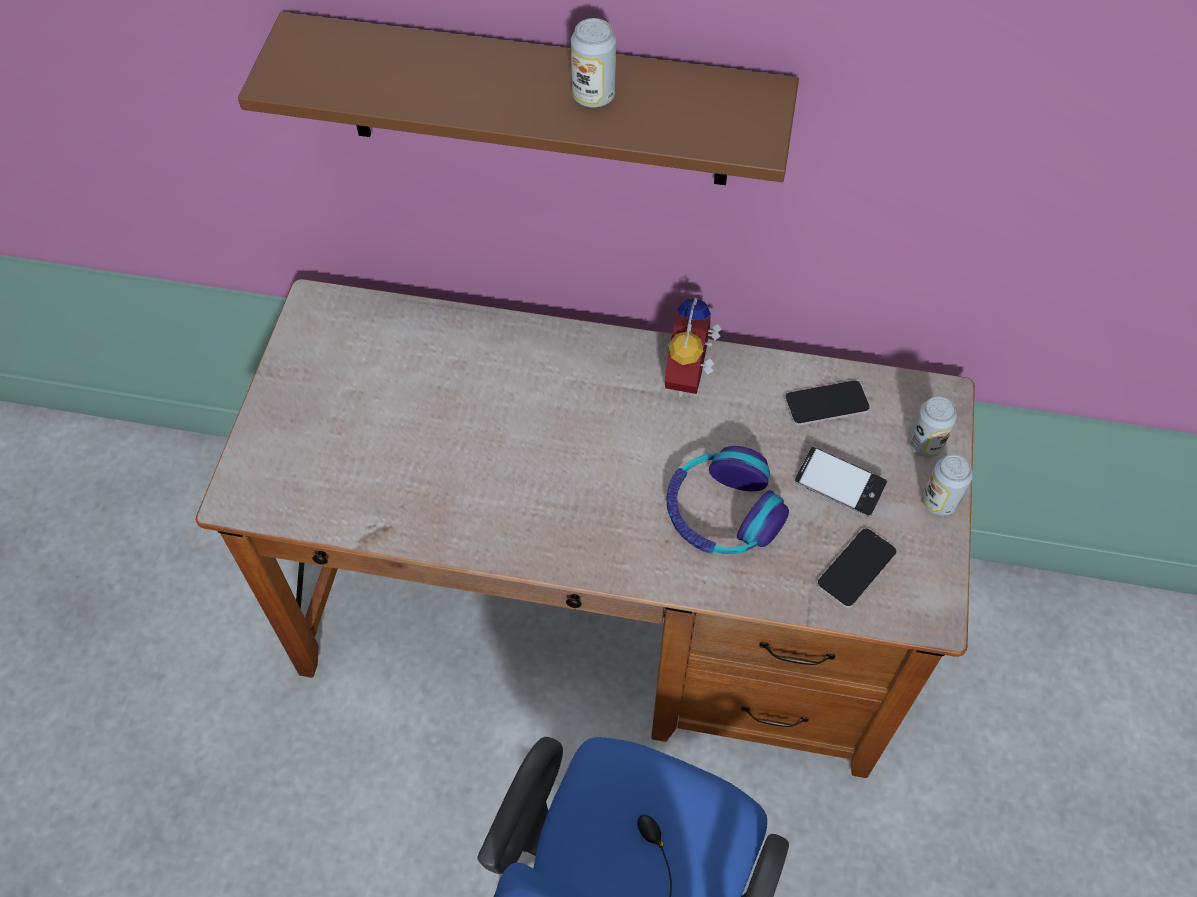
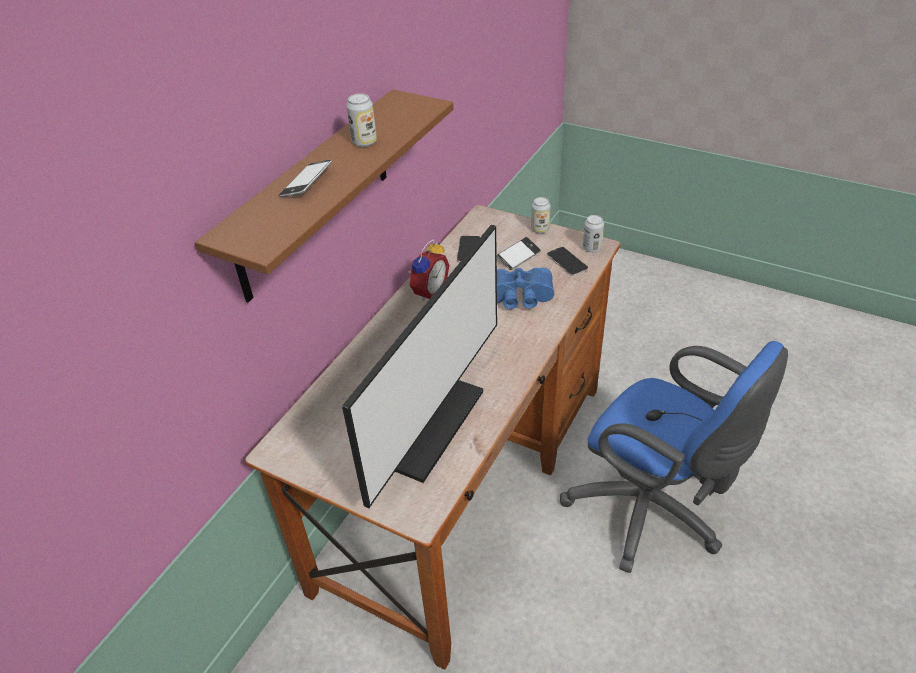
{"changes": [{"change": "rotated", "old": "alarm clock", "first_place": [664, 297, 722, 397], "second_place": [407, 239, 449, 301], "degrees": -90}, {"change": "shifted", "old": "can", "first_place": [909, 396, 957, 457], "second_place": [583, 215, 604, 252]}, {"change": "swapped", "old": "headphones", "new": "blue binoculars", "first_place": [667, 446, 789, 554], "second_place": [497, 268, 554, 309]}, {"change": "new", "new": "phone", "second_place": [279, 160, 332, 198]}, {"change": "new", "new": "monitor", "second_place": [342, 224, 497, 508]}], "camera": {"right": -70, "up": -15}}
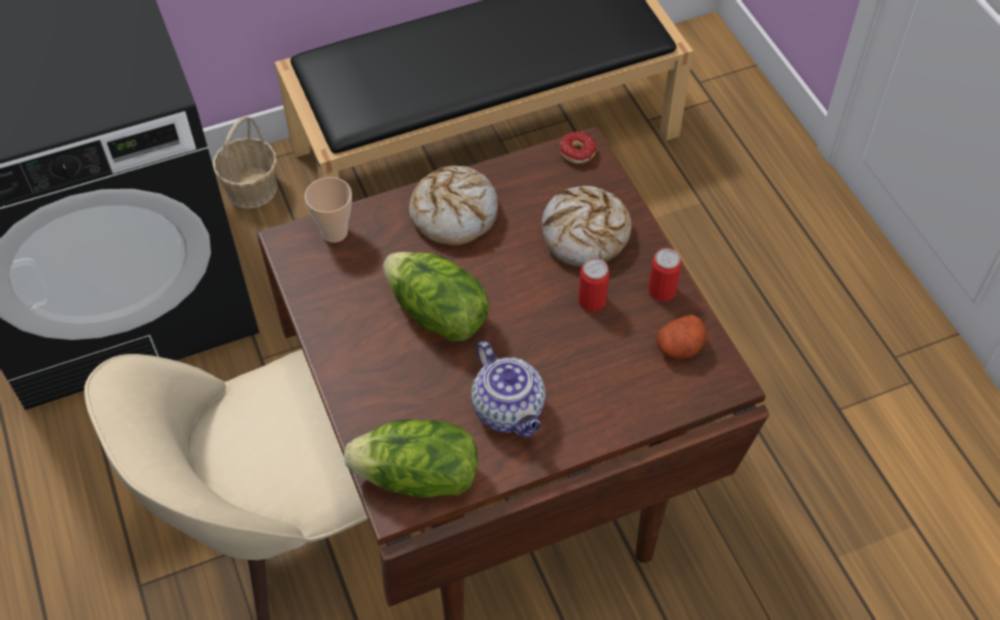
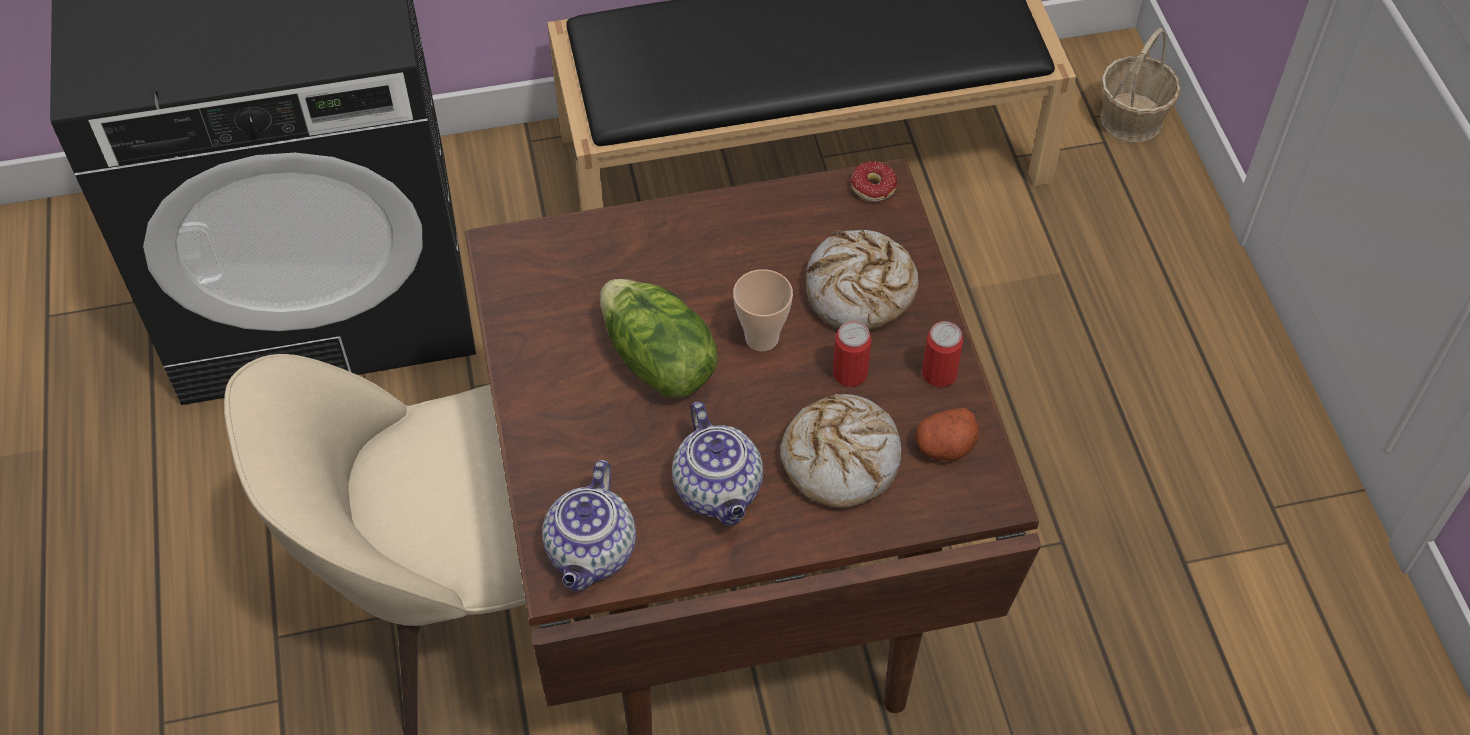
{"changes": [{"change": "shifted", "old": "basket", "first_place": [212, 116, 277, 209], "second_place": [1100, 28, 1181, 142]}, {"change": "shifted", "old": "bread", "first_place": [409, 166, 498, 245], "second_place": [780, 394, 901, 508]}, {"change": "shifted", "old": "cup", "first_place": [304, 177, 352, 243], "second_place": [733, 269, 793, 351]}, {"change": "swapped", "old": "lettuce", "new": "teapot", "first_place": [344, 419, 478, 498], "second_place": [542, 460, 636, 591]}], "camera": {"right": 10, "up": 0}}
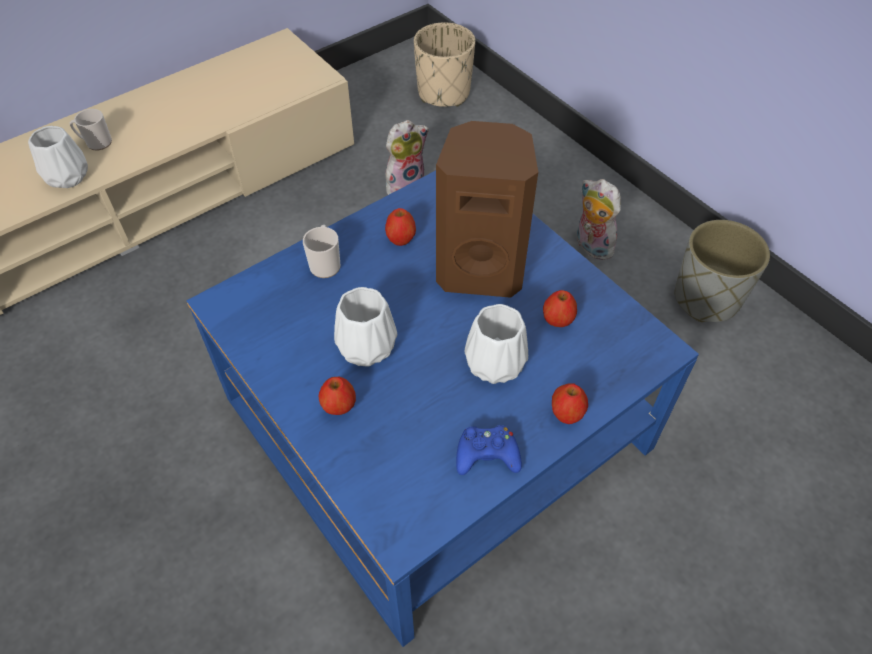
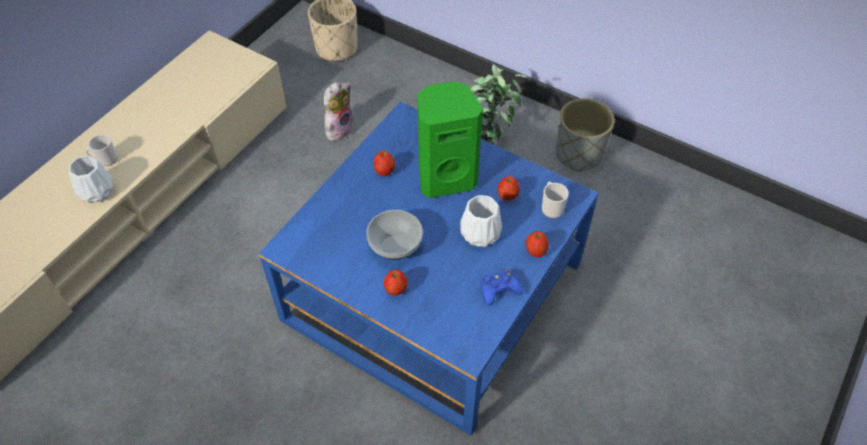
{"changes": [{"change": "repainted", "old": "brown speaker", "new": "green speaker", "first_place": [436, 121, 538, 298], "second_place": [417, 81, 483, 198]}, {"change": "swapped", "old": "plush toy", "new": "potted plant", "first_place": [576, 179, 621, 260], "second_place": [470, 64, 527, 144]}, {"change": "shifted", "old": "mug", "first_place": [303, 225, 341, 278], "second_place": [542, 182, 569, 218]}, {"change": "swapped", "old": "white vase", "new": "bowl", "first_place": [334, 287, 397, 367], "second_place": [366, 210, 423, 260]}], "camera": {"right": -20, "up": 0}}
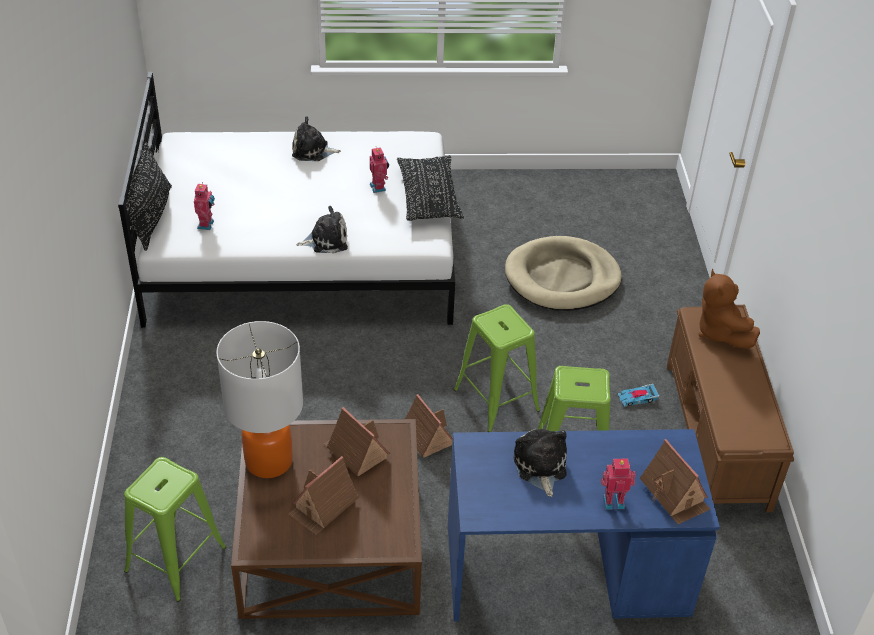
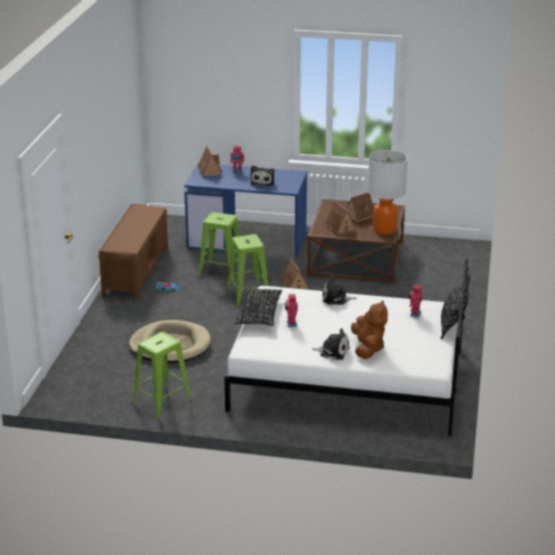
{"changes": [{"change": "shifted", "old": "brown plush toy", "first_place": [698, 269, 760, 349], "second_place": [351, 300, 388, 359]}, {"change": "shifted", "old": "green stool", "first_place": [124, 457, 226, 602], "second_place": [132, 332, 193, 420]}], "camera": {"right": -165, "up": -15}}
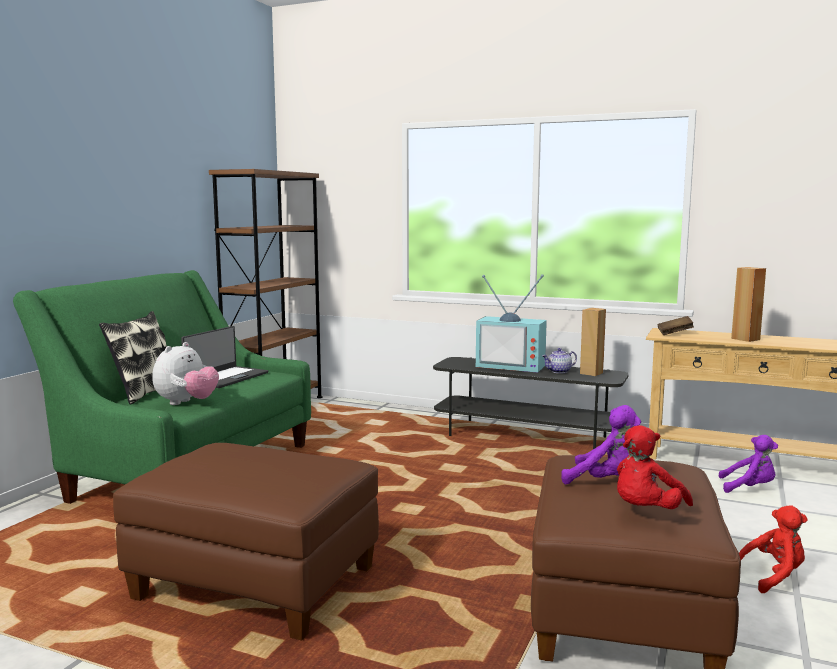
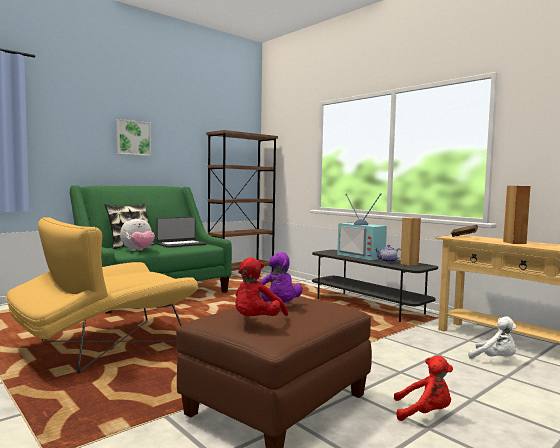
{"changes": [{"change": "rotated", "old": "red plush toy", "first_place": [617, 425, 693, 509], "second_place": [236, 258, 288, 316], "degrees": -45}, {"change": "repainted", "old": "purple plush toy", "new": "white plush toy", "first_place": [718, 435, 778, 493], "second_place": [468, 316, 517, 359]}, {"change": "swapped", "old": "brown ottoman", "new": "yellow armchair", "first_place": [113, 443, 379, 641], "second_place": [6, 217, 199, 373]}, {"change": "new", "new": "picture", "second_place": [117, 119, 151, 156]}], "camera": {"right": 25, "up": -5}}
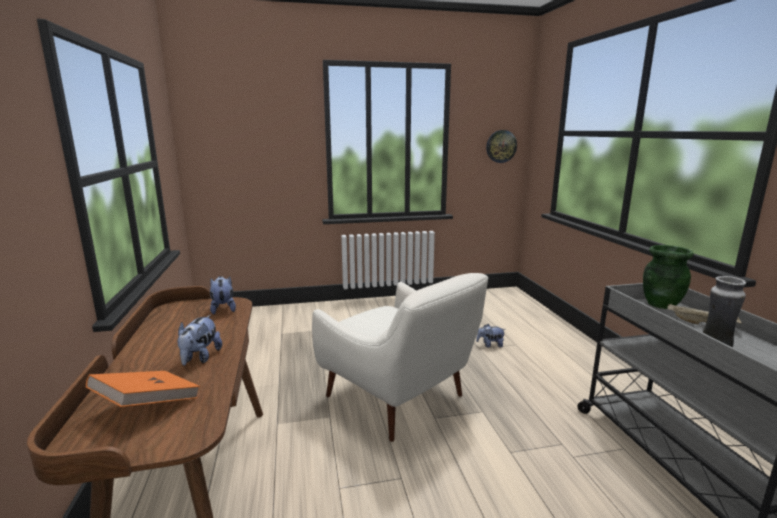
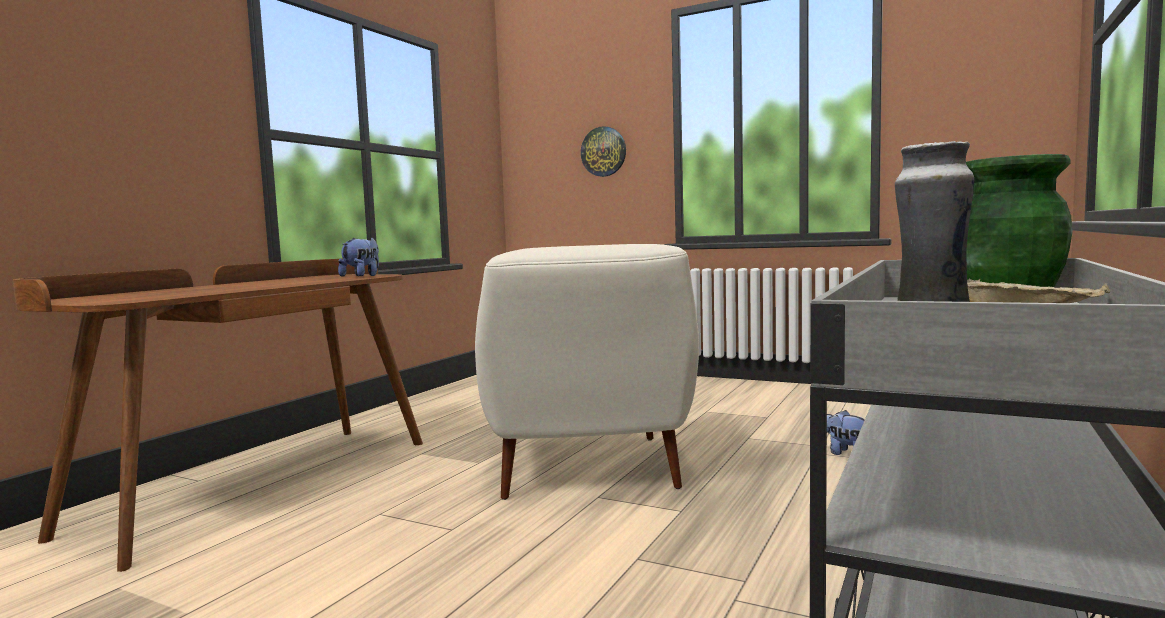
{"changes": [{"change": "shifted", "old": "wall clock", "first_place": [486, 130, 517, 163], "second_place": [581, 126, 626, 177]}, {"change": "gone", "old": "plush toy", "first_place": [177, 315, 222, 366]}, {"change": "gone", "old": "orange book", "first_place": [86, 371, 200, 407]}], "camera": {"right": 40, "up": -10}}
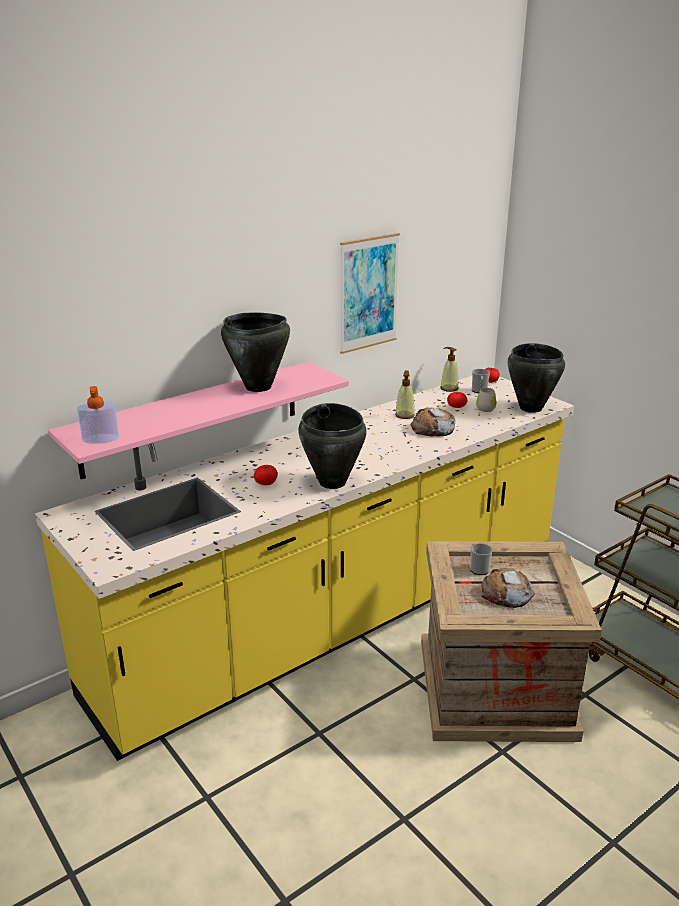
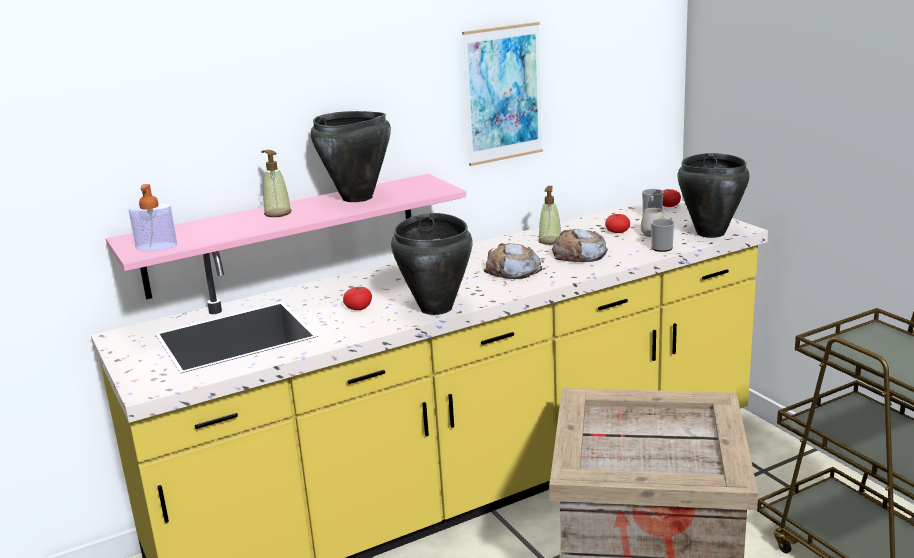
{"changes": [{"change": "shifted", "old": "soap dispenser", "first_place": [441, 347, 459, 392], "second_place": [261, 150, 291, 217]}, {"change": "shifted", "old": "mug", "first_place": [470, 543, 493, 575], "second_place": [651, 219, 675, 252]}, {"change": "shifted", "old": "bread", "first_place": [481, 568, 535, 608], "second_place": [484, 243, 542, 279]}], "camera": {"right": 10, "up": -5}}
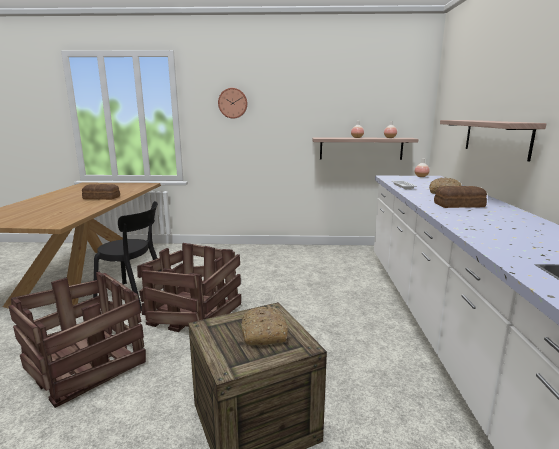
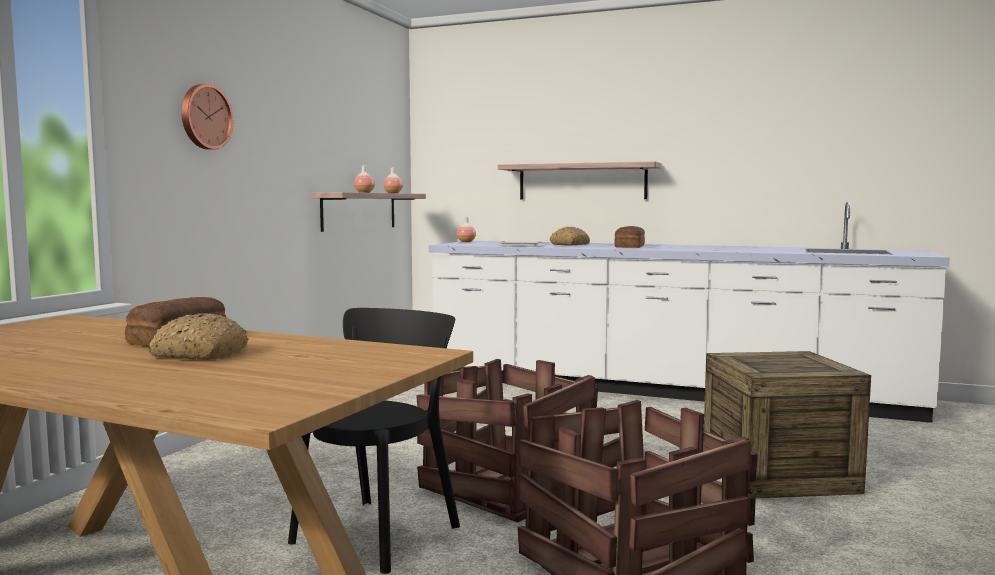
{"changes": [{"change": "shifted", "old": "bread", "first_place": [241, 307, 288, 345], "second_place": [148, 313, 249, 360]}], "camera": {"right": -70, "up": -10}}
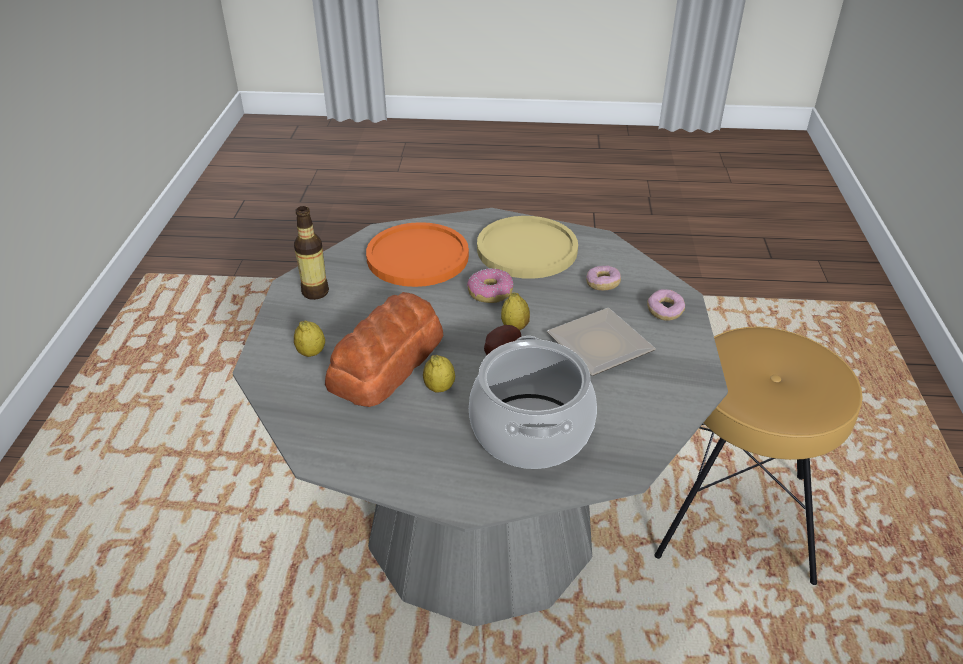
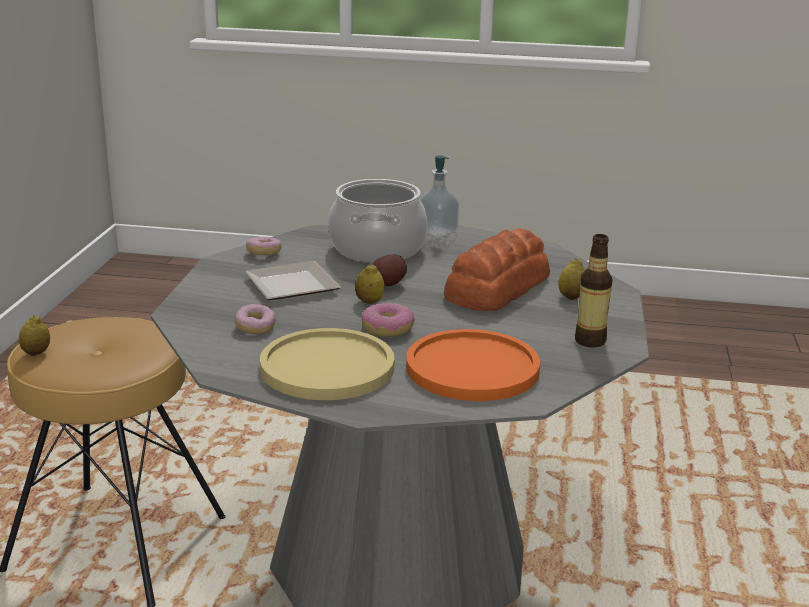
{"changes": [{"change": "shifted", "old": "donut", "first_place": [647, 289, 685, 321], "second_place": [246, 237, 281, 255]}, {"change": "shifted", "old": "lemon", "first_place": [423, 355, 455, 393], "second_place": [19, 315, 50, 356]}, {"change": "new", "new": "soap dispenser", "second_place": [420, 156, 459, 237]}], "camera": {"right": -175, "up": -15}}
